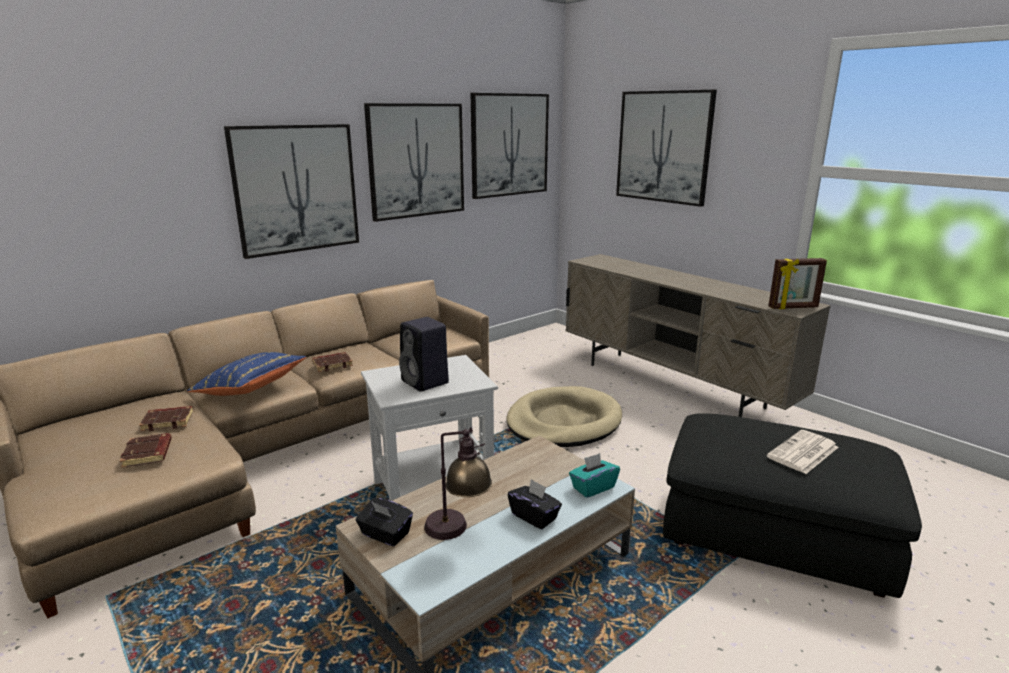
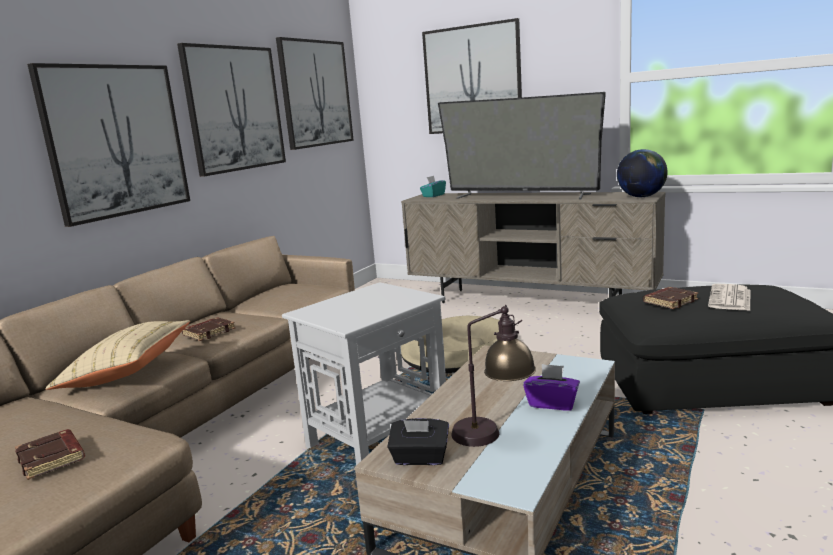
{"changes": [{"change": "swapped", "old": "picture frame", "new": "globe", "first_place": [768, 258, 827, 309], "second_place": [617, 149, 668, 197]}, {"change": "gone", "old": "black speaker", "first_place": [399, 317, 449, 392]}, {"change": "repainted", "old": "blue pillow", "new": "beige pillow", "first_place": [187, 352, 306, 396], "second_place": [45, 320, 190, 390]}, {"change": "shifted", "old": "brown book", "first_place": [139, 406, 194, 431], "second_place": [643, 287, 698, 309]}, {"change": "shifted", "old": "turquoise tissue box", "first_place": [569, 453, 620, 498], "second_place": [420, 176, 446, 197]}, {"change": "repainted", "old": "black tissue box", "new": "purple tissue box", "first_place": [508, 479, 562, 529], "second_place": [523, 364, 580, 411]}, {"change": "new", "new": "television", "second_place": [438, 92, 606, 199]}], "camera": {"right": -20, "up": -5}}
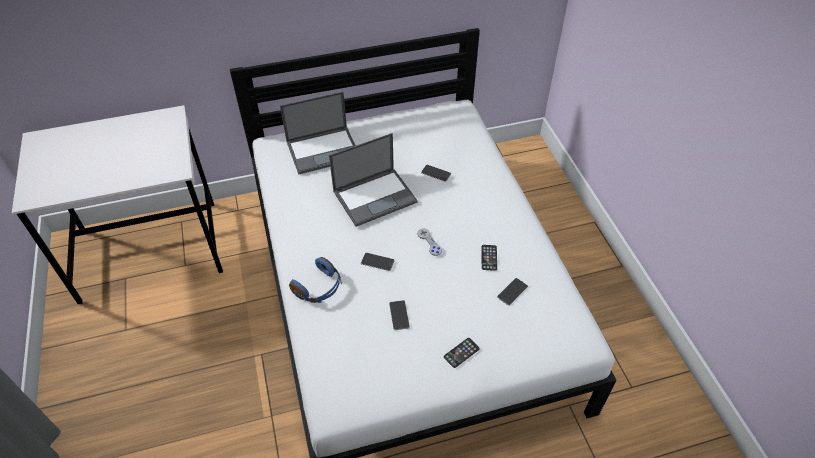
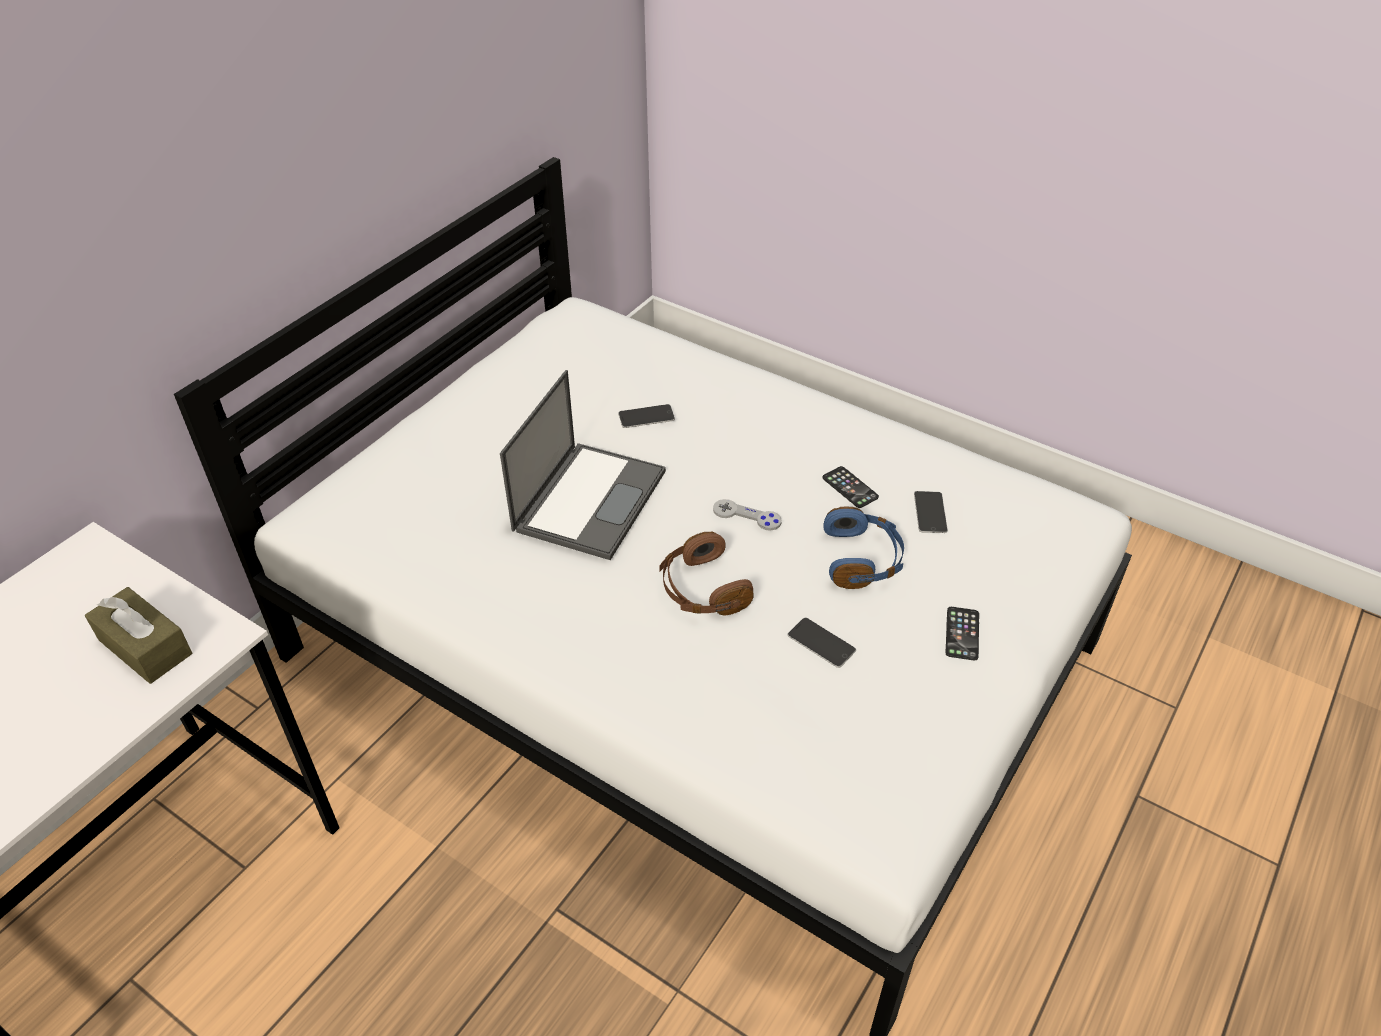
{"changes": [{"change": "gone", "old": "laptop", "first_place": [280, 92, 356, 175]}, {"change": "swapped", "old": "phone", "new": "brown headphones", "first_place": [361, 253, 395, 271], "second_place": [659, 531, 754, 616]}, {"change": "shifted", "old": "blue headphones", "first_place": [289, 257, 342, 303], "second_place": [823, 506, 904, 589]}, {"change": "new", "new": "brown tissue box", "second_place": [85, 587, 192, 684]}], "camera": {"right": -40, "up": -5}}
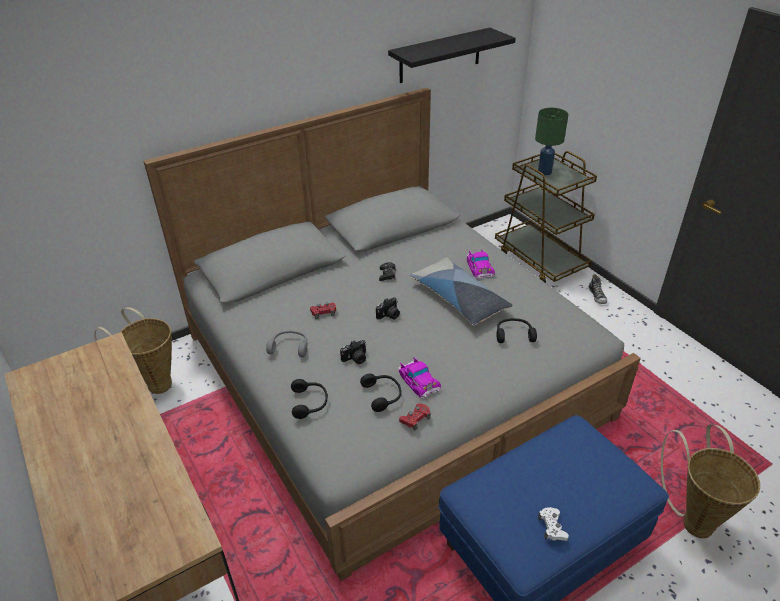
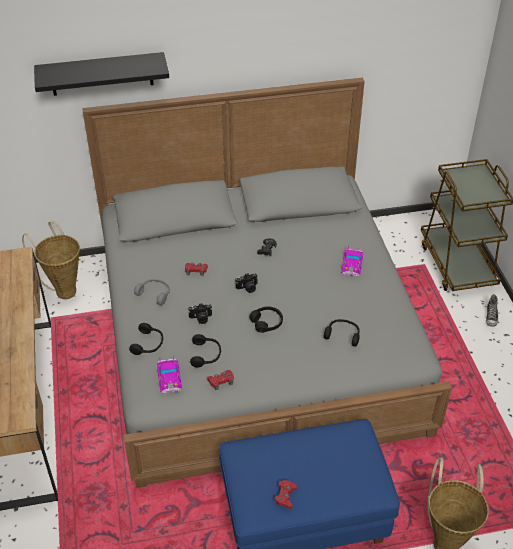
{"changes": [{"change": "shifted", "old": "black shelf", "first_place": [388, 28, 516, 83], "second_place": [34, 52, 169, 96]}, {"change": "gone", "old": "green table lamp", "first_place": [535, 108, 569, 176]}, {"change": "gone", "old": "pillow", "first_place": [409, 258, 513, 325]}, {"change": "shifted", "old": "toy car", "first_place": [398, 357, 441, 398], "second_place": [157, 355, 182, 394]}, {"change": "repainted", "old": "white game controller", "new": "red game controller", "first_place": [538, 507, 569, 541], "second_place": [274, 480, 297, 509]}, {"change": "new", "new": "black headphones", "second_place": [250, 306, 283, 333]}], "camera": {"right": 20, "up": 5}}
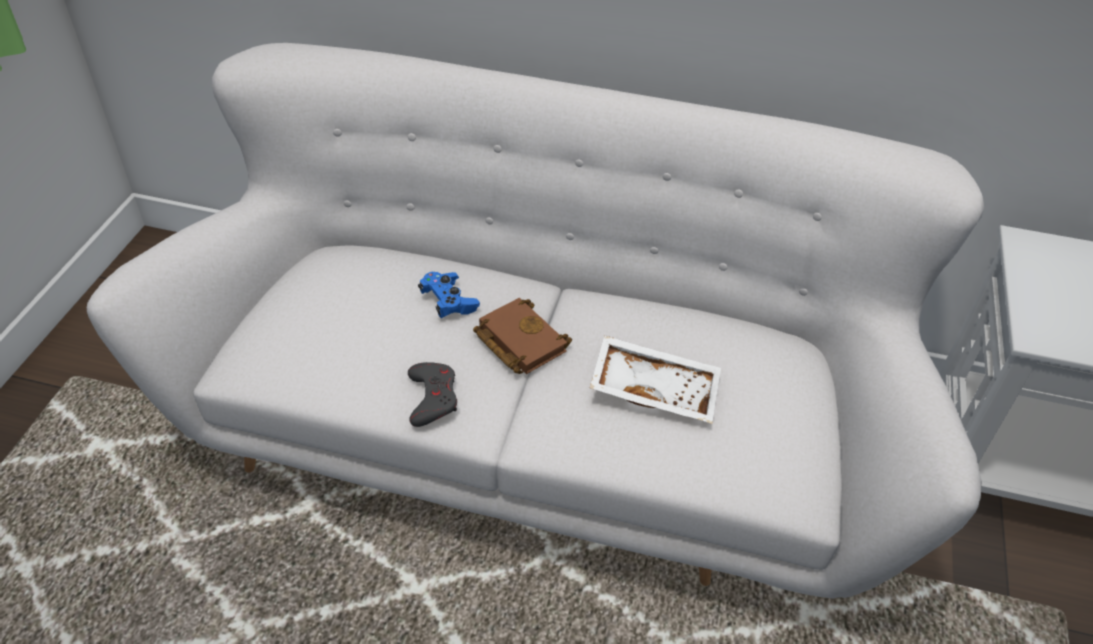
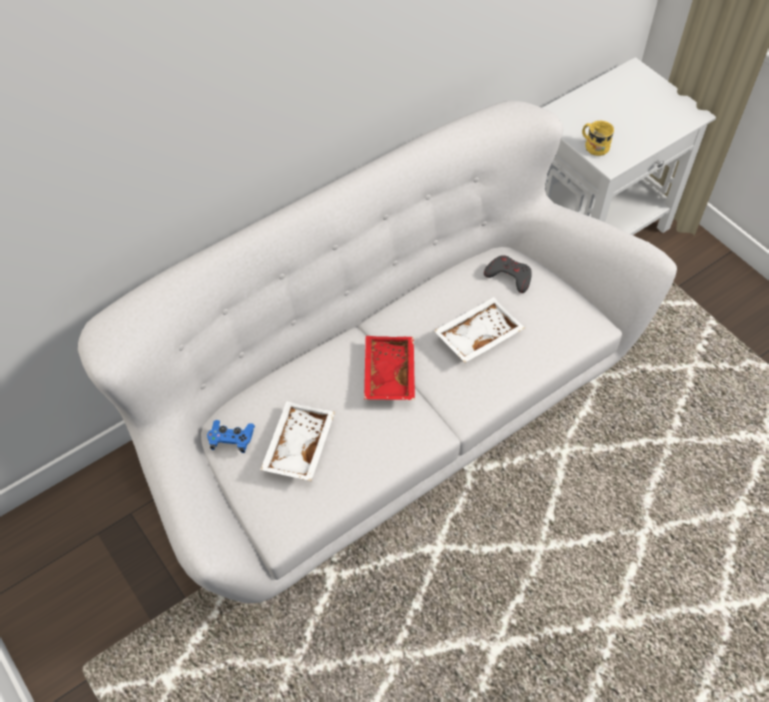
{"changes": [{"change": "shifted", "old": "blue game controller", "first_place": [418, 272, 480, 318], "second_place": [207, 420, 255, 453]}, {"change": "swapped", "old": "brown book", "new": "red tray", "first_place": [473, 298, 572, 374], "second_place": [364, 336, 415, 400]}, {"change": "shifted", "old": "grey game controller", "first_place": [408, 362, 457, 427], "second_place": [484, 255, 532, 293]}, {"change": "new", "new": "yellow mug", "second_place": [582, 121, 614, 156]}, {"change": "new", "new": "white tray", "second_place": [260, 401, 335, 481]}], "camera": {"right": -50, "up": 10}}
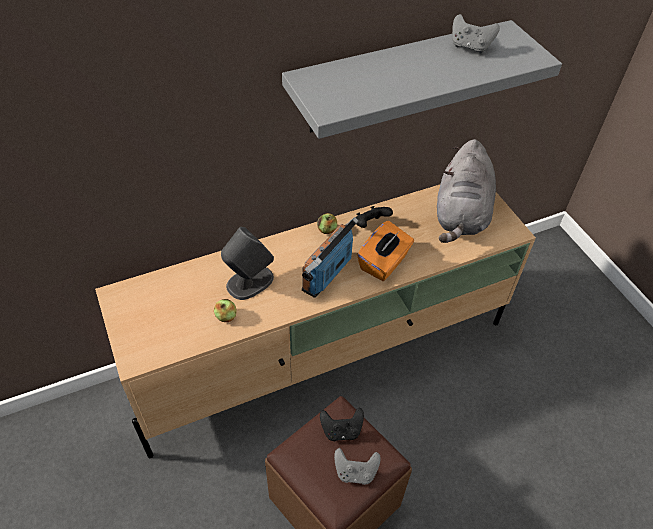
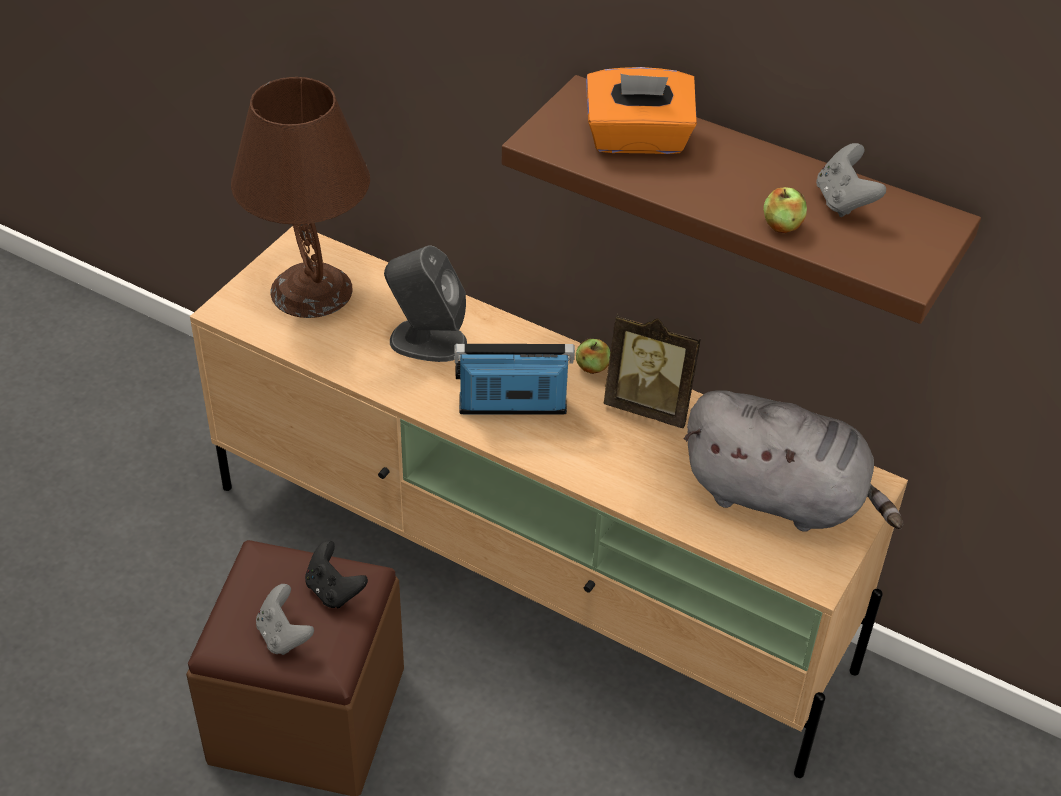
{"changes": [{"change": "repainted", "old": "grey shelf", "new": "brown shelf", "first_place": [282, 20, 562, 139], "second_place": [502, 75, 981, 324]}, {"change": "rotated", "old": "grey plush toy", "first_place": [437, 139, 496, 243], "second_place": [684, 390, 903, 532], "degrees": -135}, {"change": "swapped", "old": "black game controller", "new": "picture frame", "first_place": [356, 206, 393, 228], "second_place": [603, 314, 701, 428]}, {"change": "shifted", "old": "orange tissue box", "first_place": [357, 221, 414, 281], "second_place": [586, 67, 697, 154]}, {"change": "shifted", "old": "apple", "first_place": [214, 299, 237, 322], "second_place": [763, 187, 807, 233]}, {"change": "new", "new": "brown table lamp", "second_place": [231, 77, 370, 318]}], "camera": {"right": 55, "up": -5}}
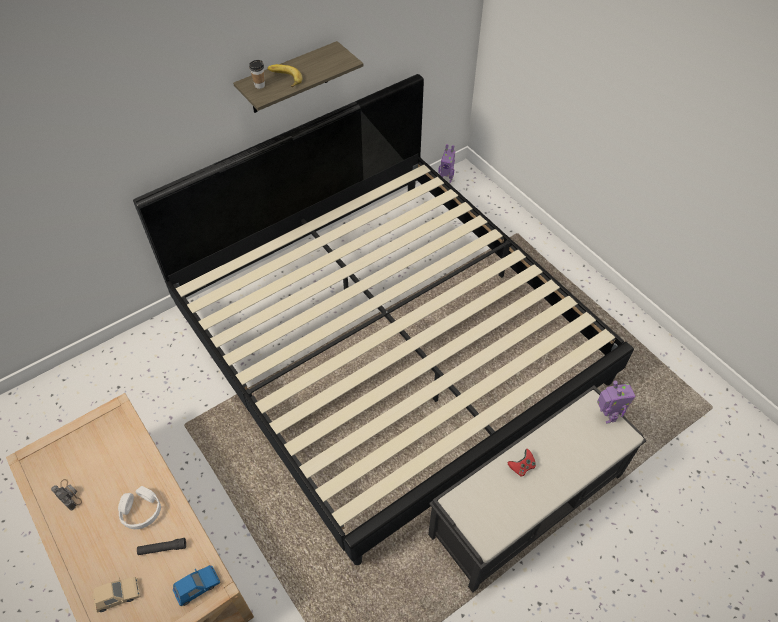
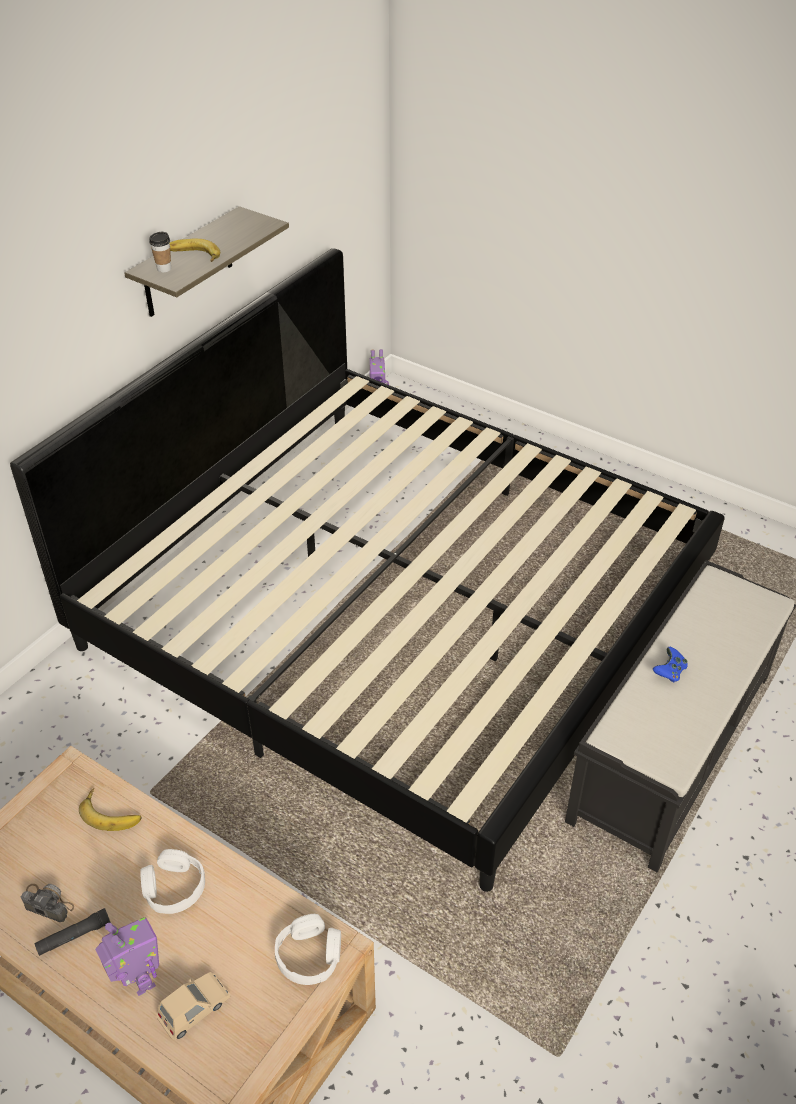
{"changes": [{"change": "shifted", "old": "toy robot", "first_place": [597, 381, 635, 424], "second_place": [95, 917, 159, 996]}, {"change": "repainted", "old": "red game controller", "new": "blue game controller", "first_place": [508, 449, 536, 476], "second_place": [653, 647, 688, 683]}, {"change": "shifted", "old": "black flashlight", "first_place": [137, 538, 186, 555], "second_place": [34, 908, 111, 956]}, {"change": "swapped", "old": "blue toy car", "new": "white headphones", "first_place": [173, 565, 220, 606], "second_place": [275, 914, 341, 985]}, {"change": "new", "new": "banana", "second_place": [79, 788, 142, 831]}], "camera": {"right": -20, "up": -10}}
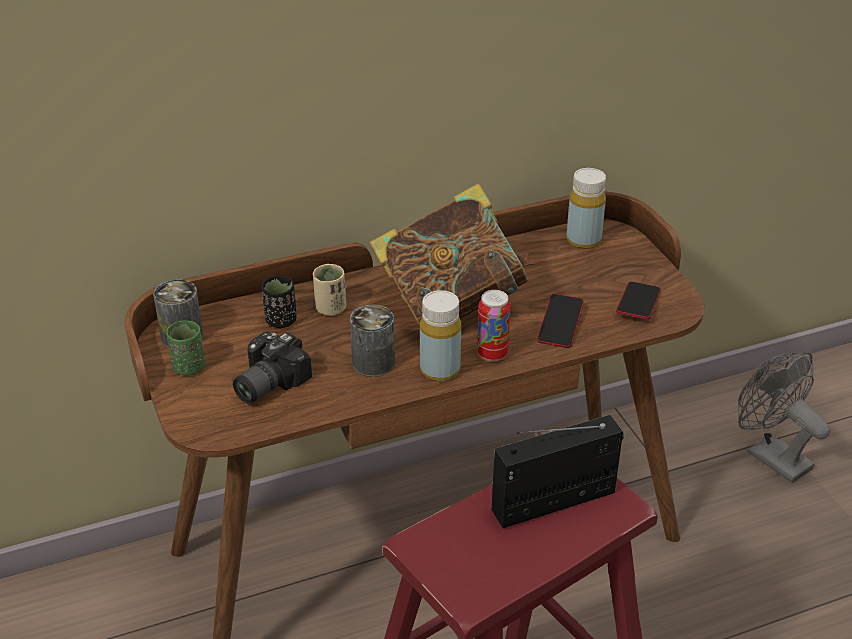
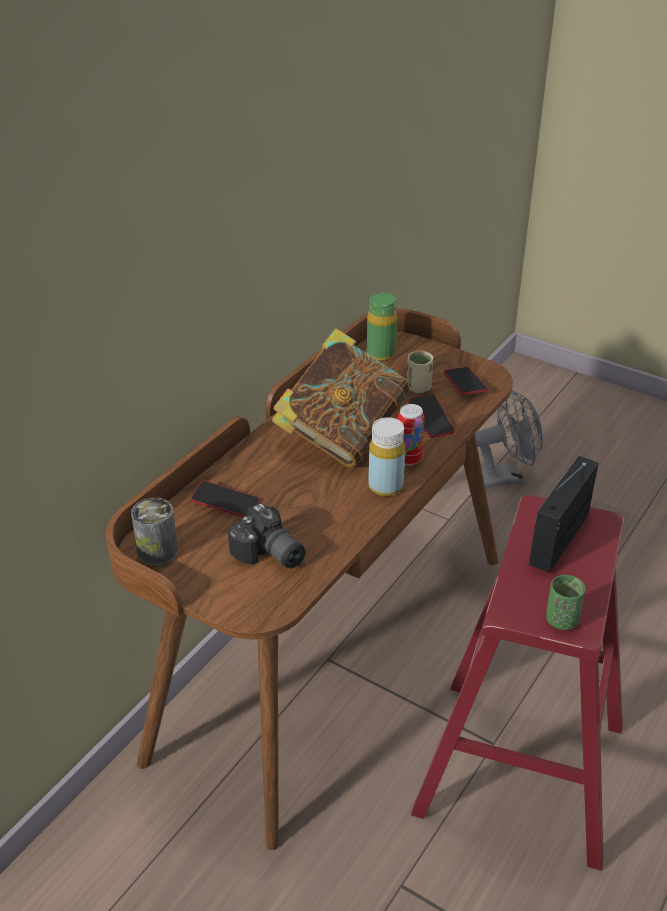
{"changes": [{"change": "repainted", "old": "yellow bottle", "new": "green bottle", "first_place": [566, 168, 606, 249], "second_place": [366, 292, 397, 361]}, {"change": "shifted", "old": "beige cup", "first_place": [313, 264, 346, 316], "second_place": [407, 351, 433, 393]}, {"change": "swapped", "old": "black cup", "new": "phone", "first_place": [262, 276, 297, 328], "second_place": [191, 481, 260, 518]}, {"change": "gone", "old": "can", "first_place": [350, 305, 395, 377]}, {"change": "shifted", "old": "green cup", "first_place": [166, 320, 205, 375], "second_place": [546, 575, 586, 630]}, {"change": "rotated", "old": "photo camera", "first_place": [233, 331, 312, 403], "second_place": [228, 503, 306, 568], "degrees": -45}, {"change": "rotated", "old": "grey fan", "first_place": [738, 352, 830, 483], "second_place": [475, 390, 543, 488], "degrees": 150}], "camera": {"right": -35, "up": 0}}
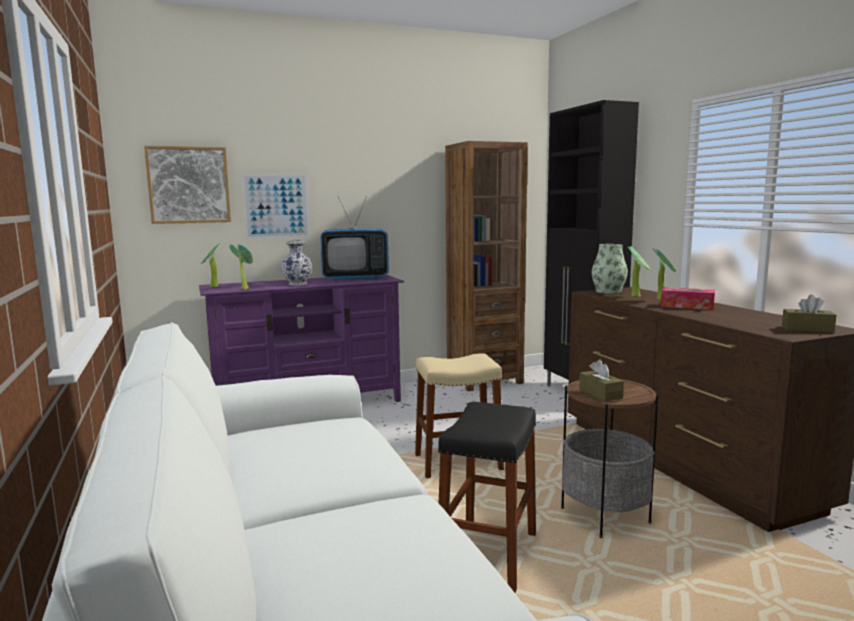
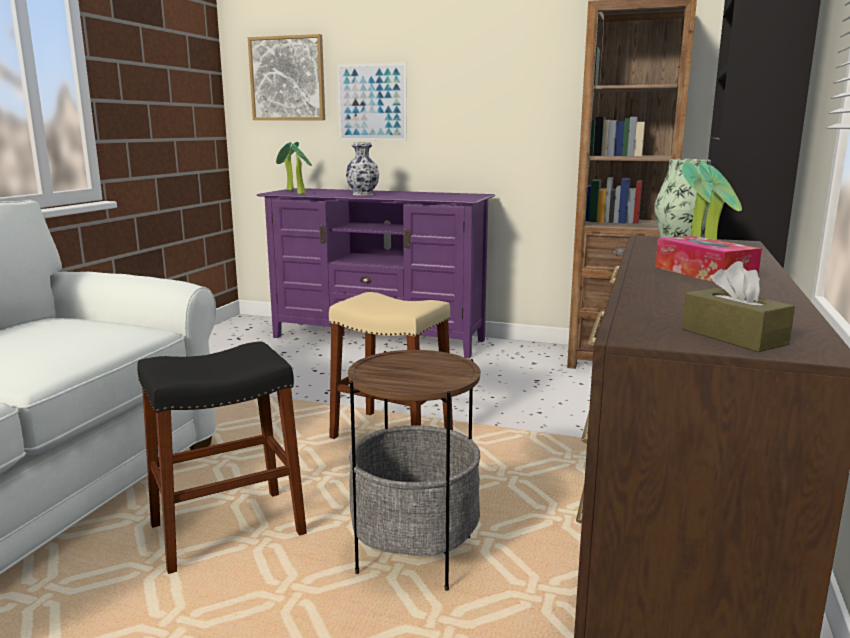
{"changes": [{"change": "gone", "old": "television", "first_place": [320, 196, 389, 280]}, {"change": "gone", "old": "brown tissue box", "first_place": [579, 360, 624, 402]}], "camera": {"right": 40, "up": 5}}
